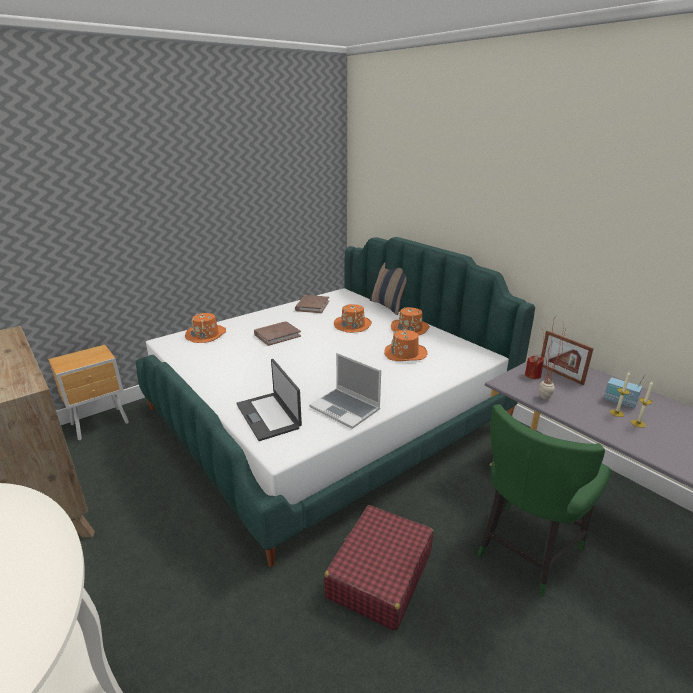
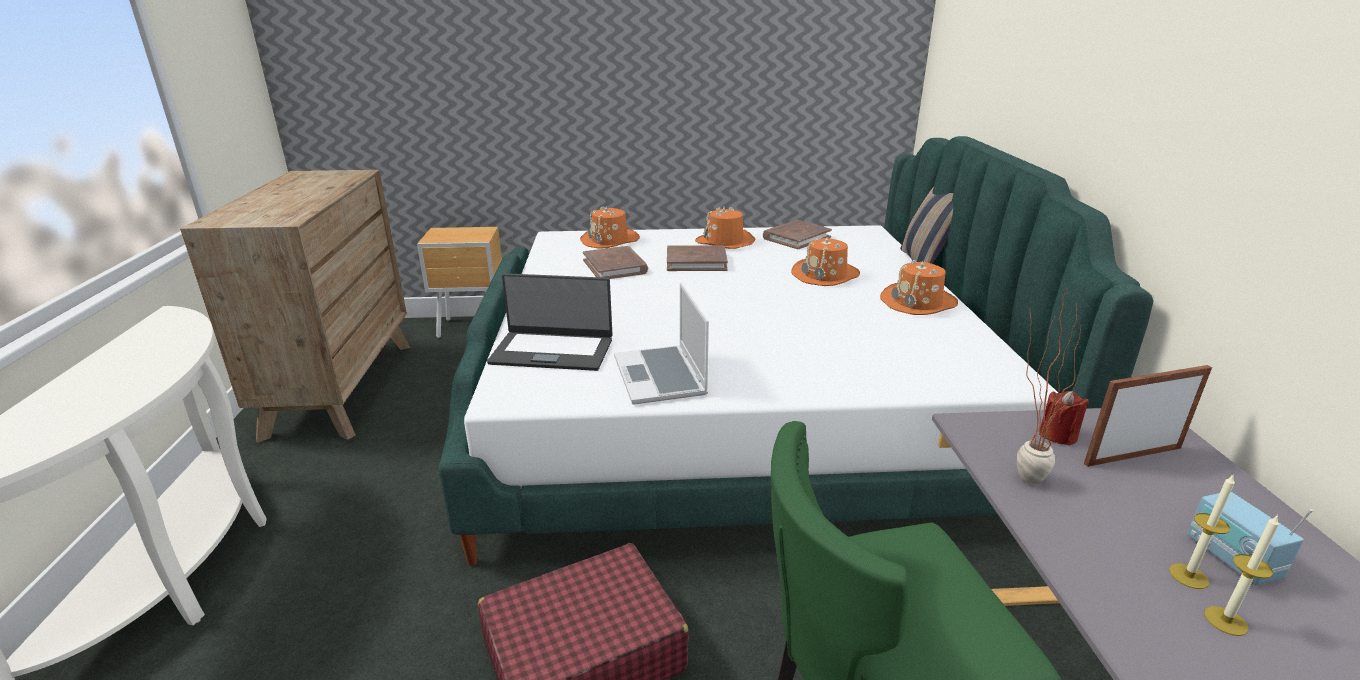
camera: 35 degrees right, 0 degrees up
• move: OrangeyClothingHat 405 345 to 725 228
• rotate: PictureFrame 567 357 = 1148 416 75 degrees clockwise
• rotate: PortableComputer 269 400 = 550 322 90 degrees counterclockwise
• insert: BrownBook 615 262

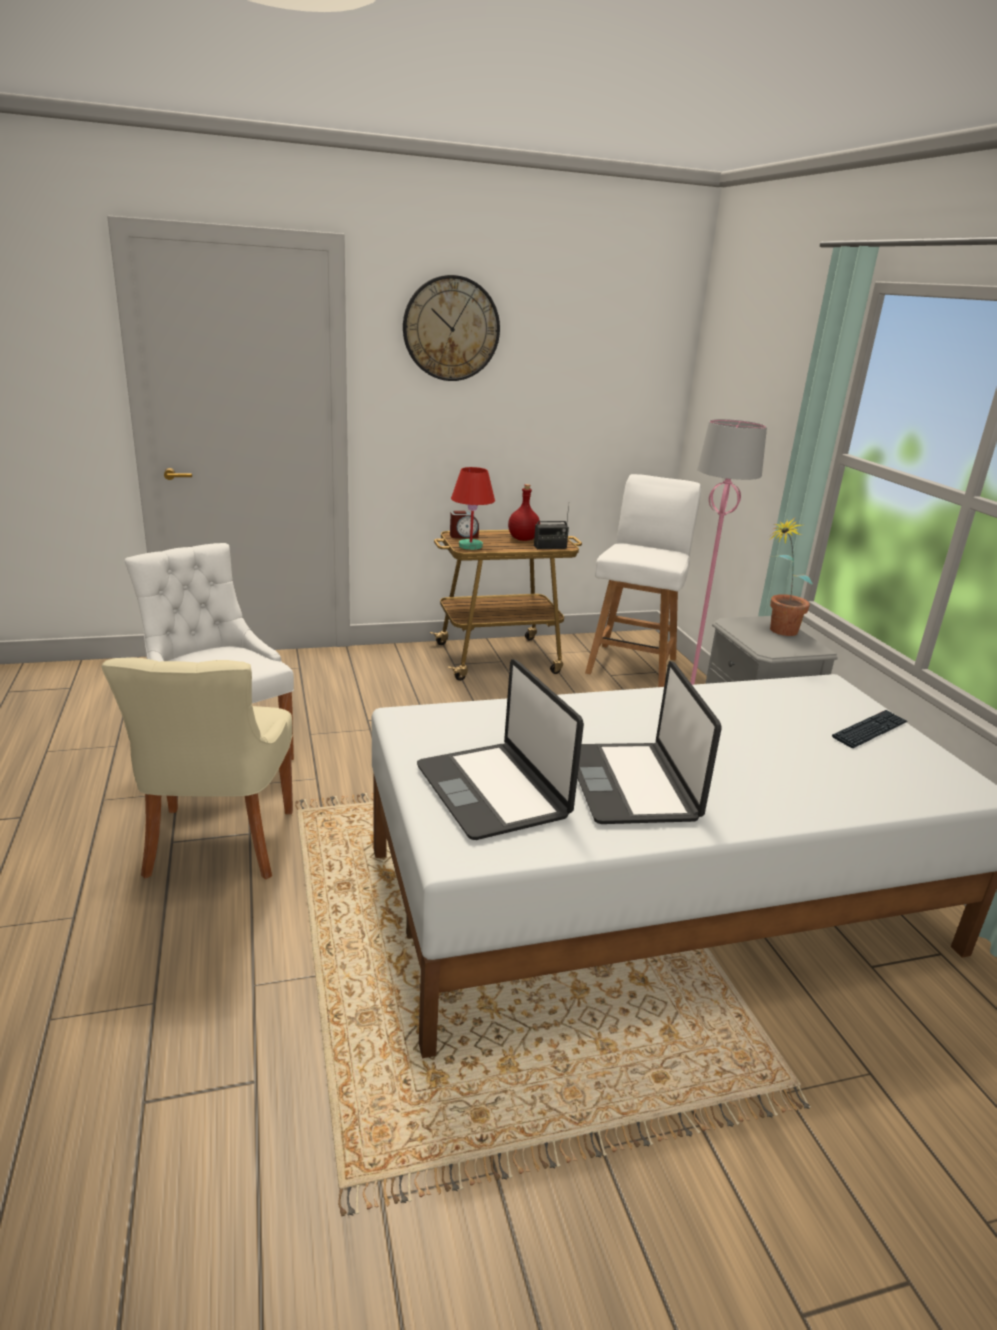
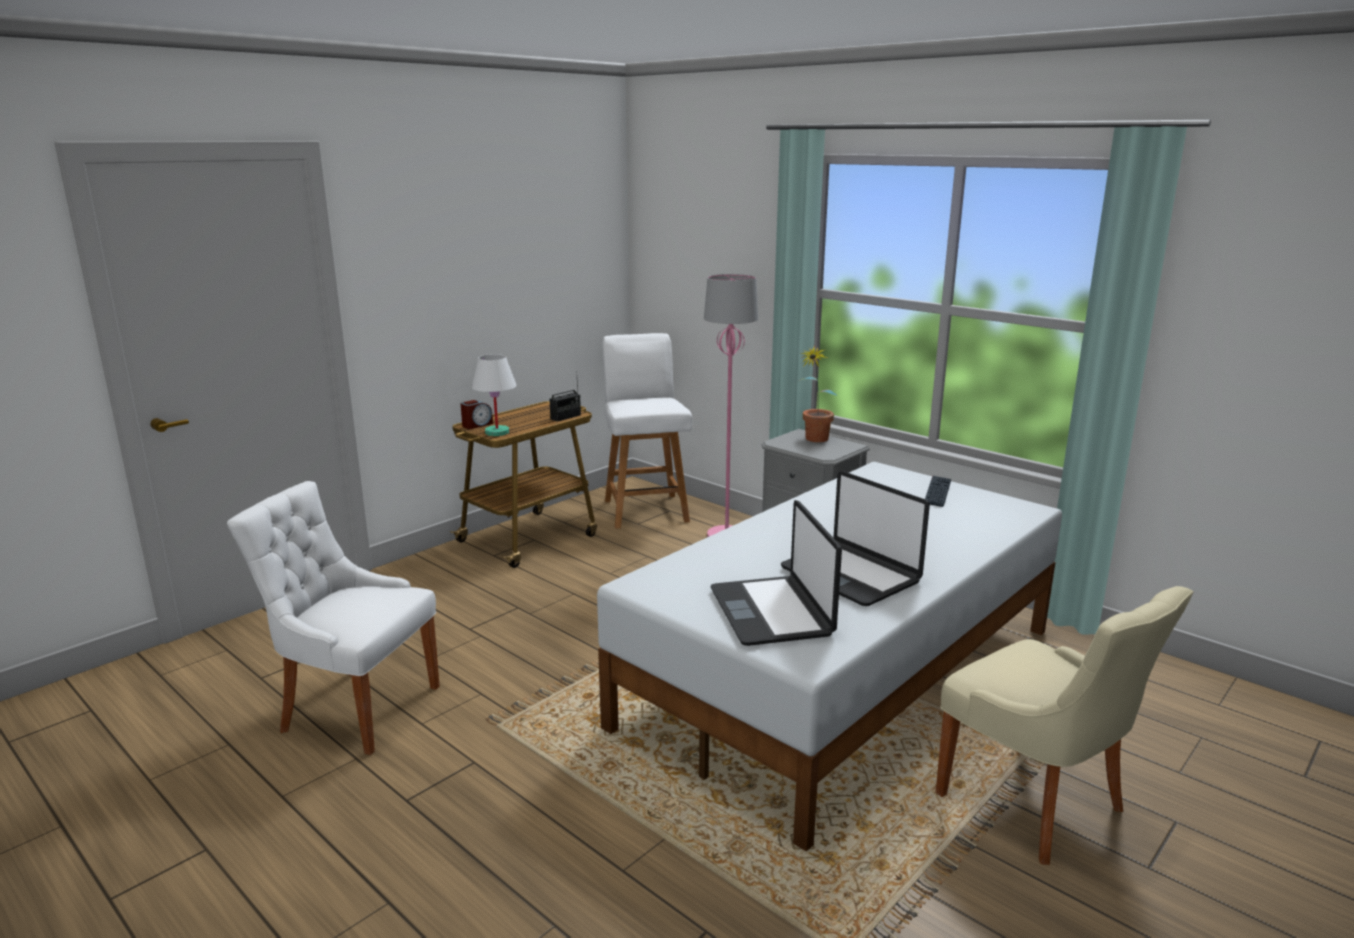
camera: 30 degrees left, 5 degrees down
• delete: HangingClock 451 328
• recolor: RedTabletopLamp 473 508 to WhitishTabletopLamp 494 395
• delete: RedBottle 524 512
• move: SandColouredUprightChair 197 768 to 1065 725
• rotate: PortableComputer 500 749 = 776 573 45 degrees clockwise

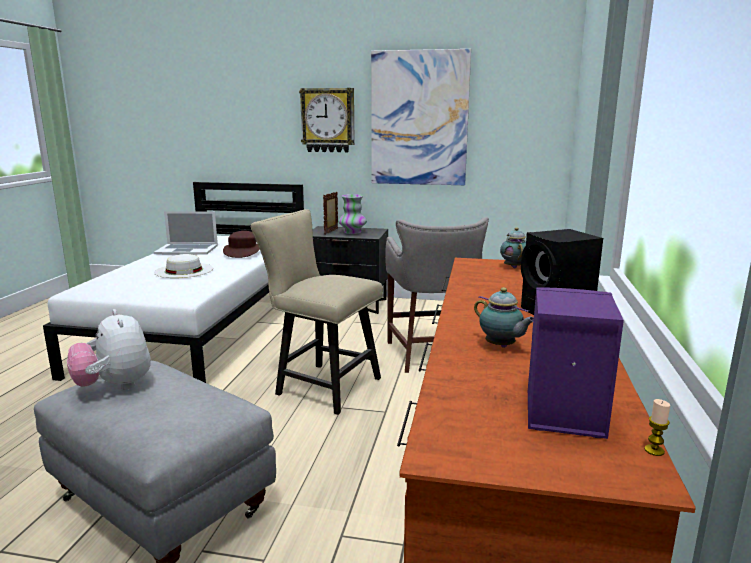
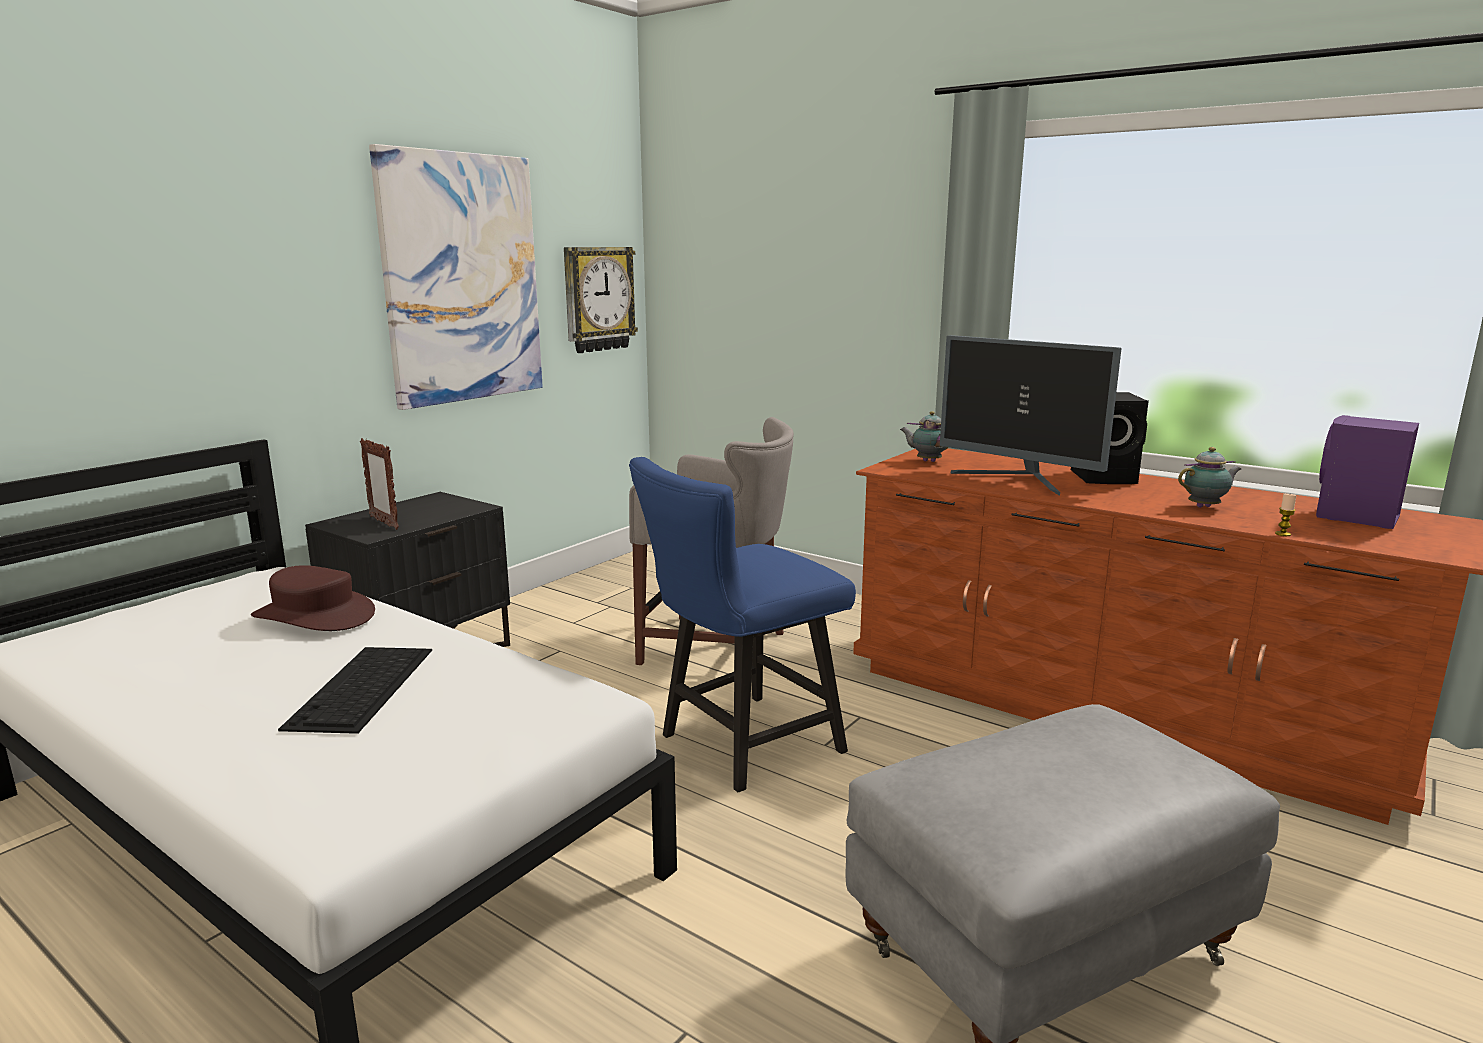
camera: 65 degrees left, 0 degrees up
• move: HangingClock 327 120 to 601 300
• delete: FlowerVase 352 214
• recolor: SandColouredUprightChair 317 312 to BlueColouredUprightChair 742 624
• delete: PortableComputer 186 233
• replace: WhitishClothingHat 183 266 to PcKeyboard 355 690
• delete: CuddlyToy 109 349
• move: Candle 657 427 to 1286 515
• insert: Monitor 1030 415

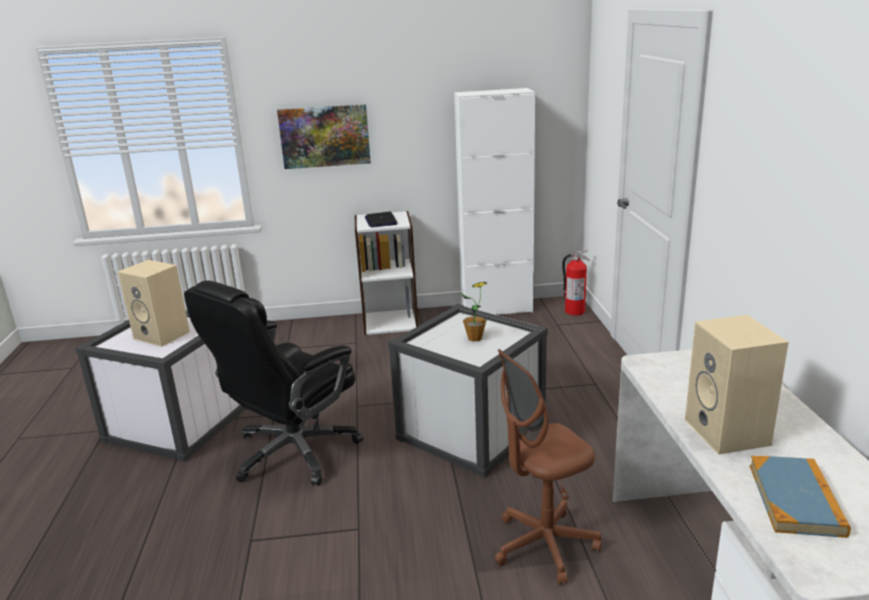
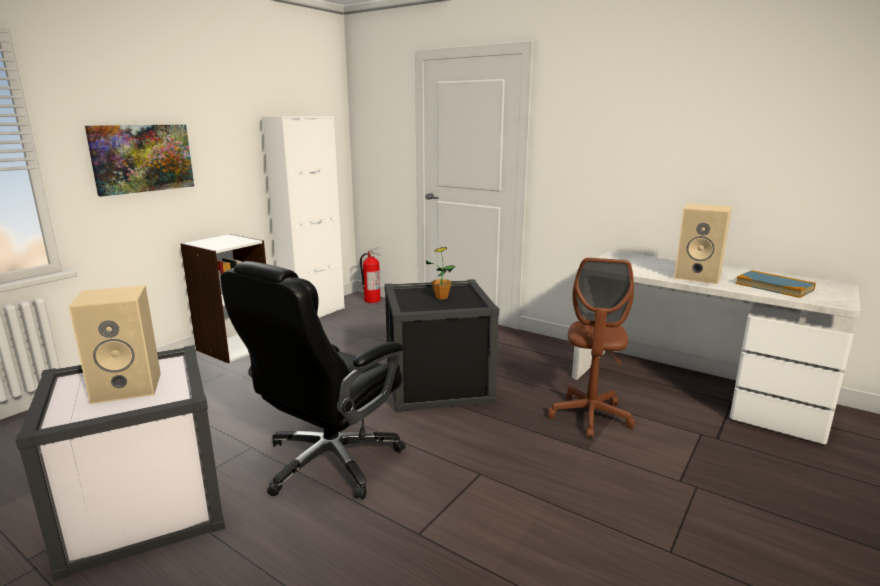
camera: 50 degrees left, 5 degrees down
• delete: PortableComputer 381 220
• rotate: BlackColouredDeskChair 273 383 = 313 380 45 degrees clockwise
• recolor: WhitishStorageBin 468 391 to BlackColouredStorageBin 441 346

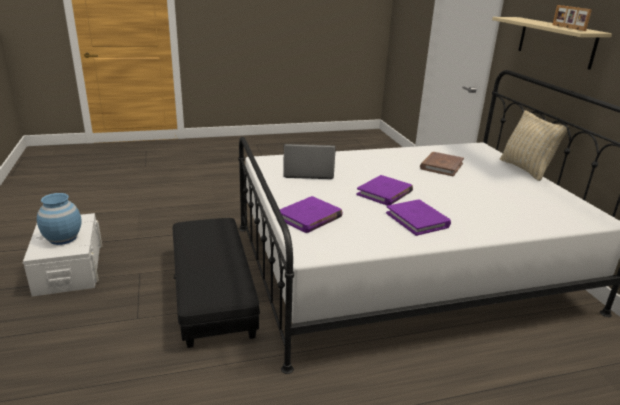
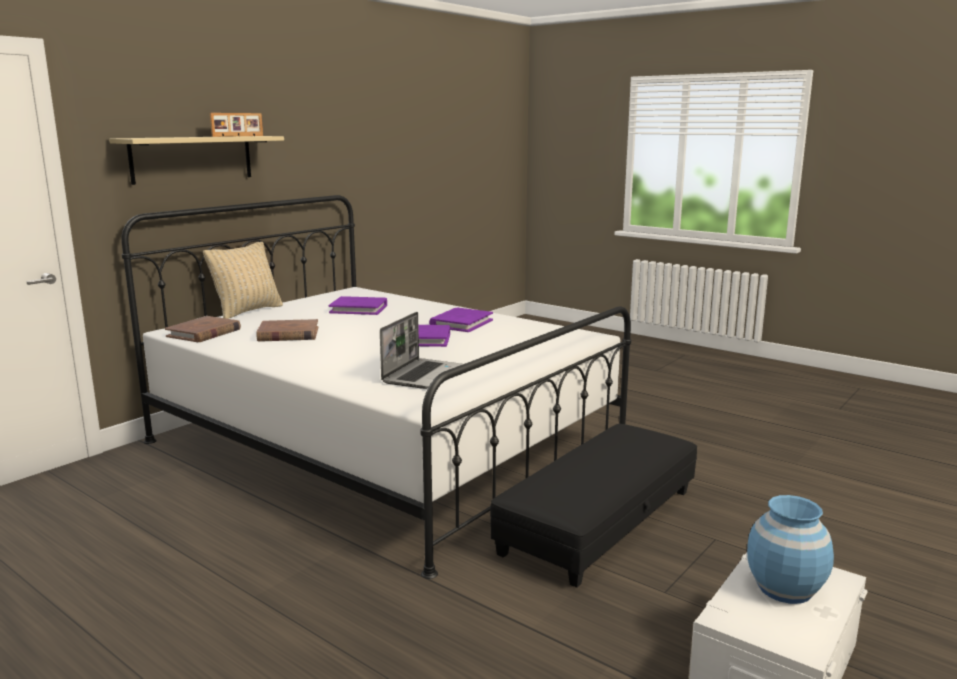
camera: 125 degrees left, 10 degrees down
• rotate: PortableComputer 309 161 = 421 350 120 degrees counterclockwise
• move: PurpleBook 311 214 to 358 305
• insert: BrownBook 203 329

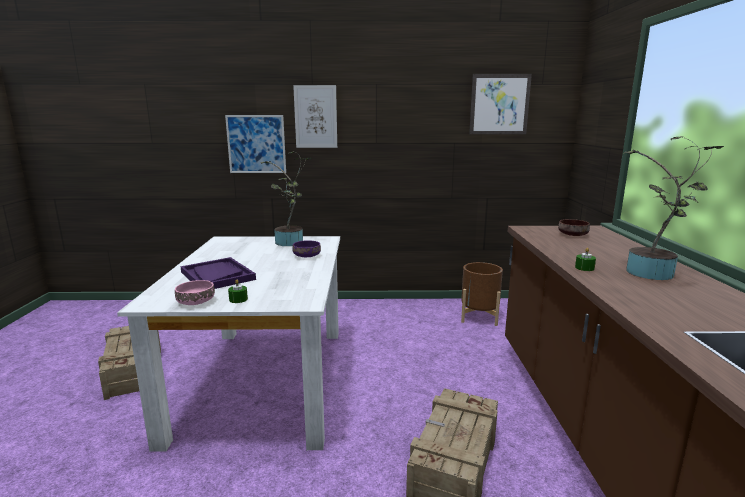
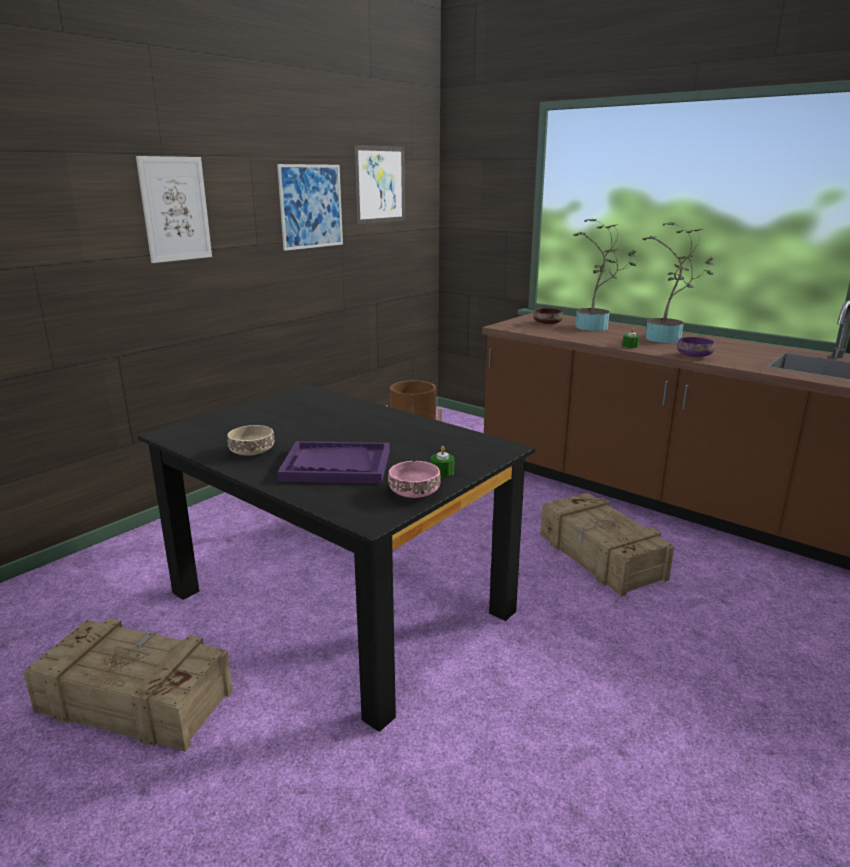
camera: 50 degrees left, 5 degrees up
• move: WallPicture 255 144 to 310 207
• move: PlantInAPot 286 198 to 604 274
• recolor: WhitishDiningTable 228 344 to BlackColouredDiningTable 336 558
• move: PurpleServingBowl 306 248 to 696 347
• insert: SandColouredServingBowl 251 440

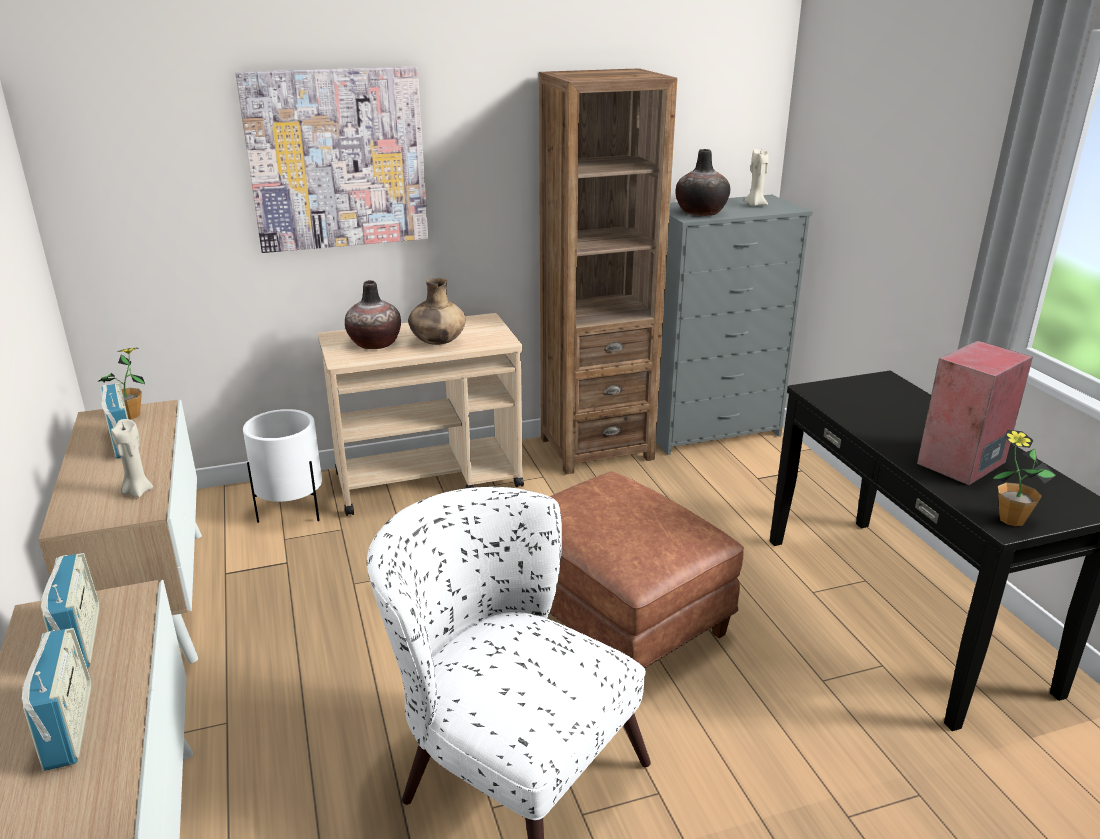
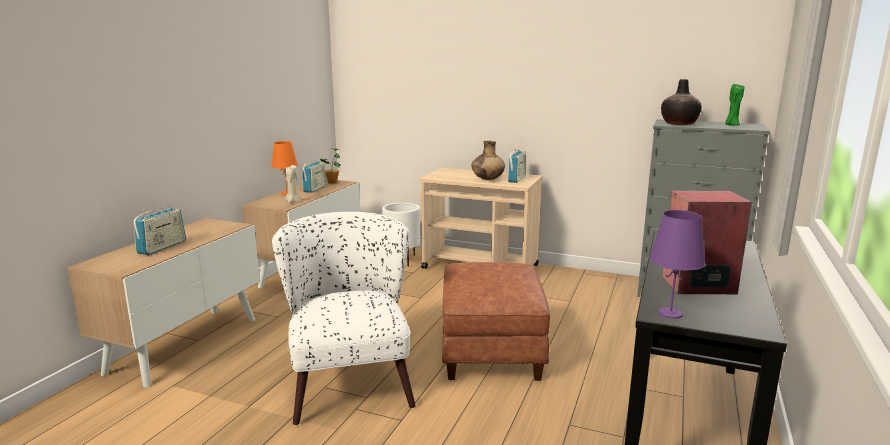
camera: 40 degrees right, 10 degrees down
• delete: WallPicture 331 160
• delete: BrownBookshelf 608 271
• recolor: SandColouredCandle 756 177 to GreenishCandle 734 104
• delete: FlowerVase 373 314
• replace: PlantInAPot 1024 478 to PurpleTabletopLamp 677 264
• move: RadioSet 70 610 to 517 166
• insert: OrangeyTabletopLamp 284 168

